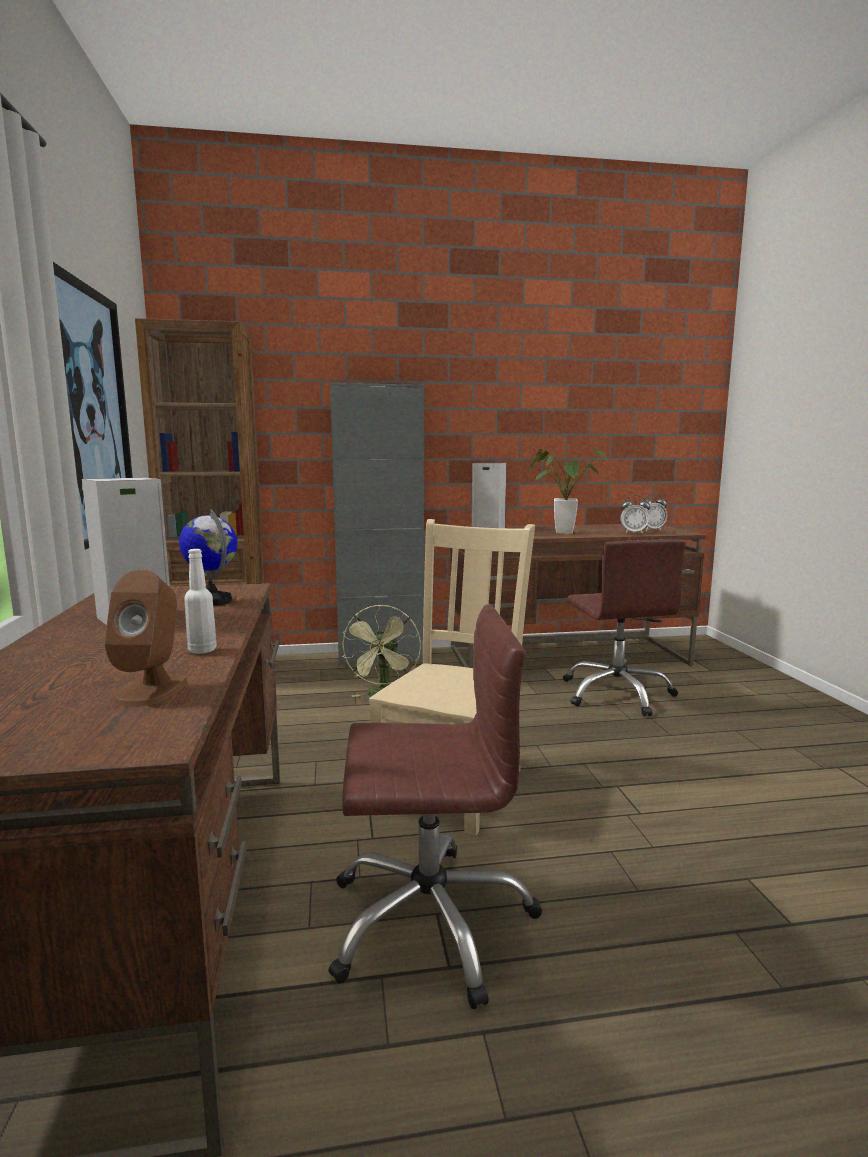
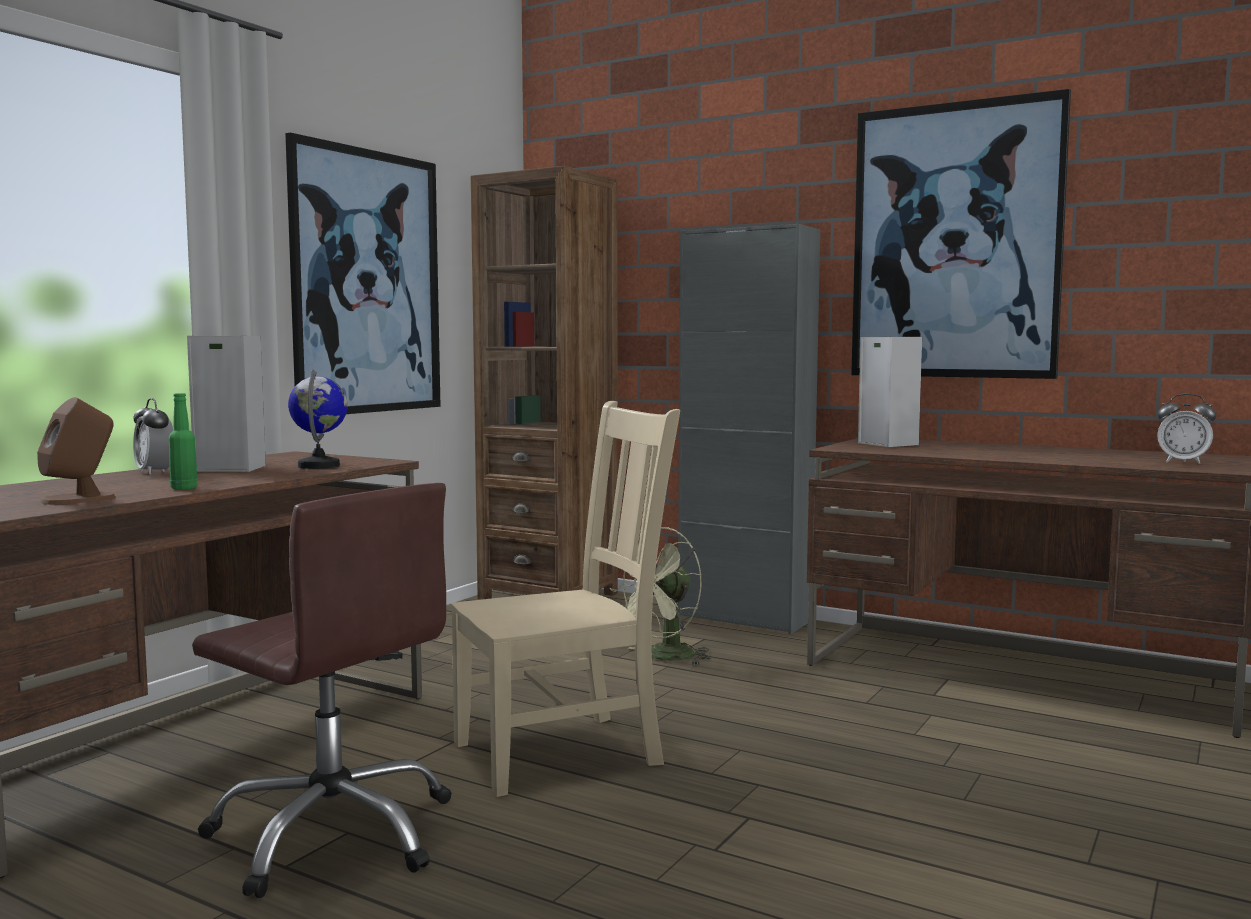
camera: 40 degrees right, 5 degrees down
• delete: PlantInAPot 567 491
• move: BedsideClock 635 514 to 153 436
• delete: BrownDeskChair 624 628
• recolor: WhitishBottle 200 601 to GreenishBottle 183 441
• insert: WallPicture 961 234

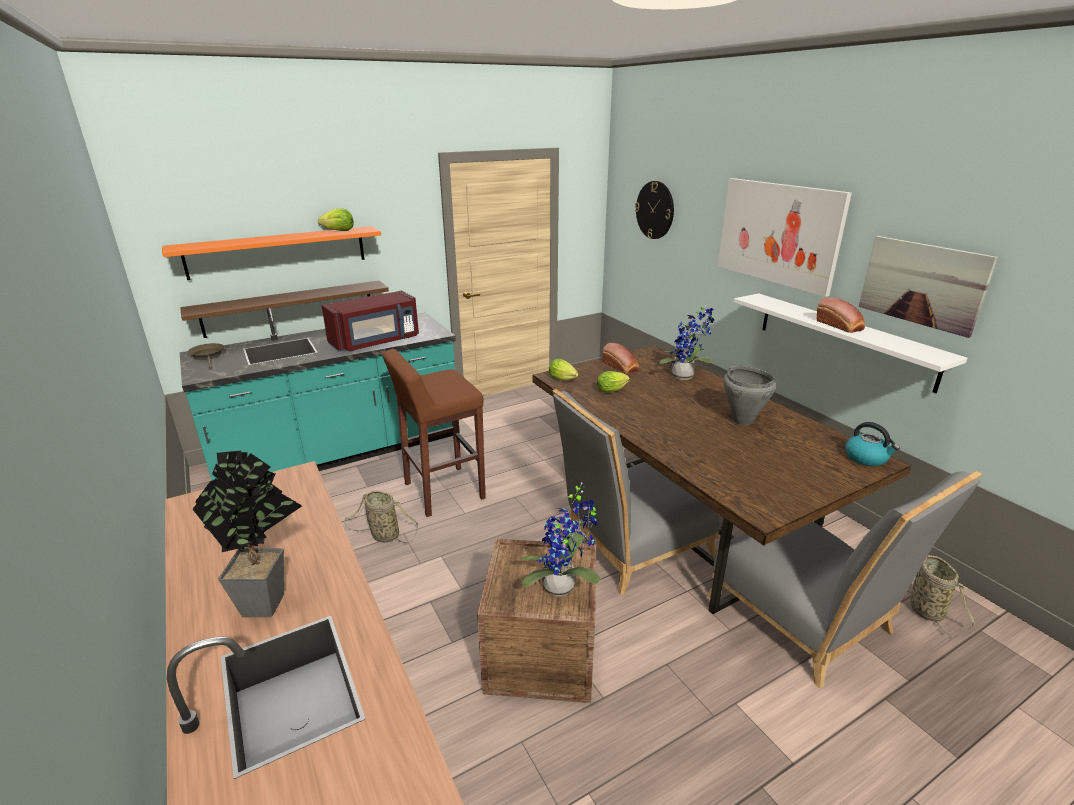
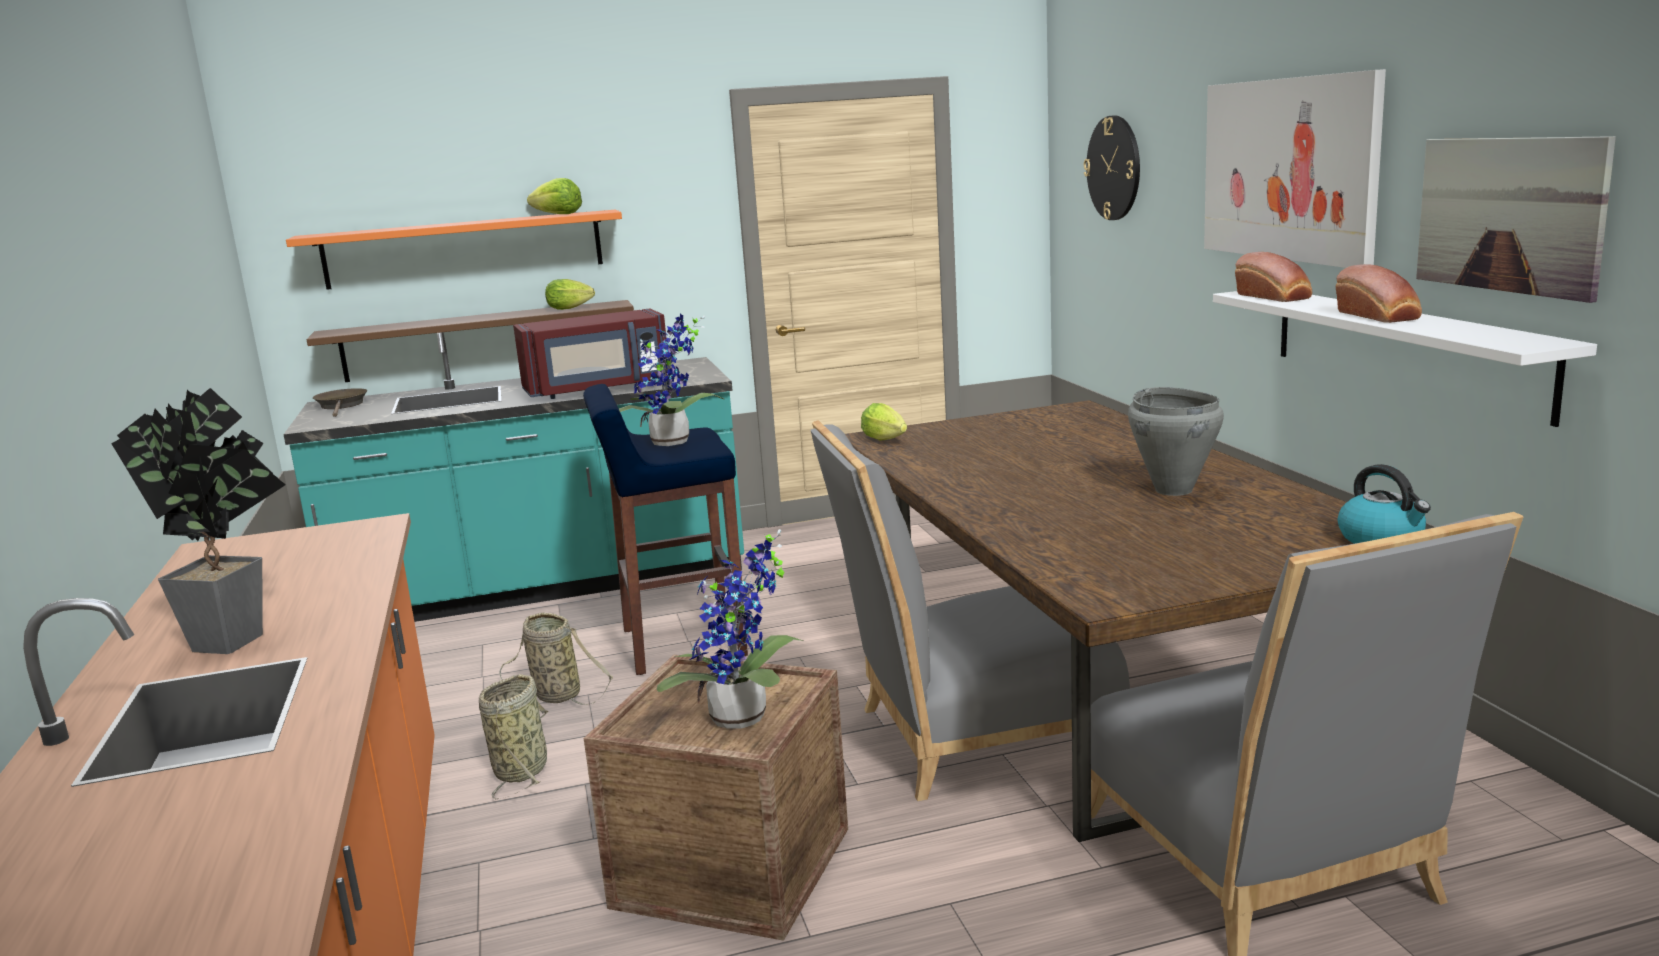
camera: 15 degrees right, 10 degrees down
• move: PlantInAPot 686 342 to 671 380
• move: BakeryBread 621 358 to 1273 277
• recolor: BrownStool 434 433 to BlueColouredStool 665 529
• move: LettuceHead 613 382 to 570 294
• move: StorageBasket 941 596 to 514 737

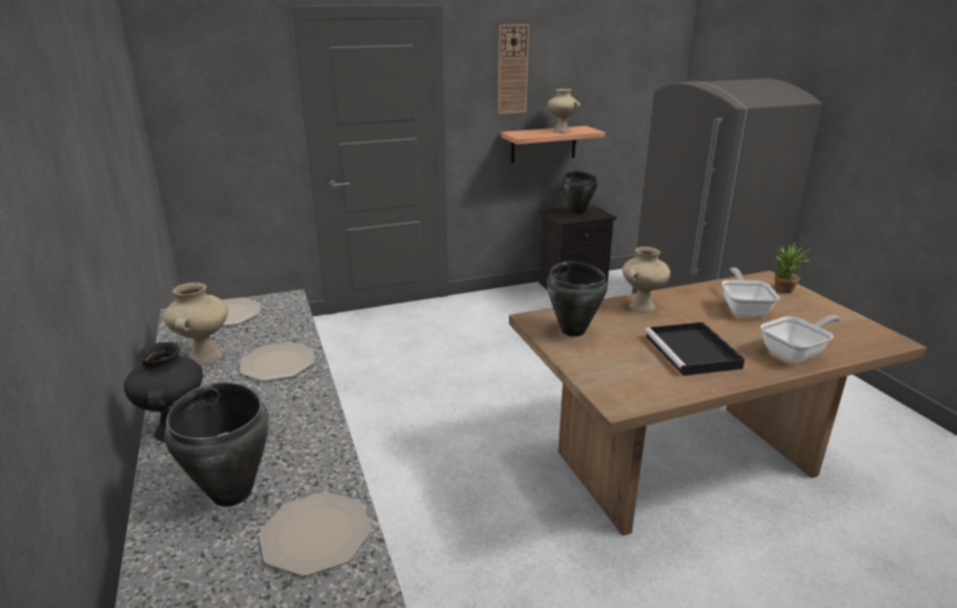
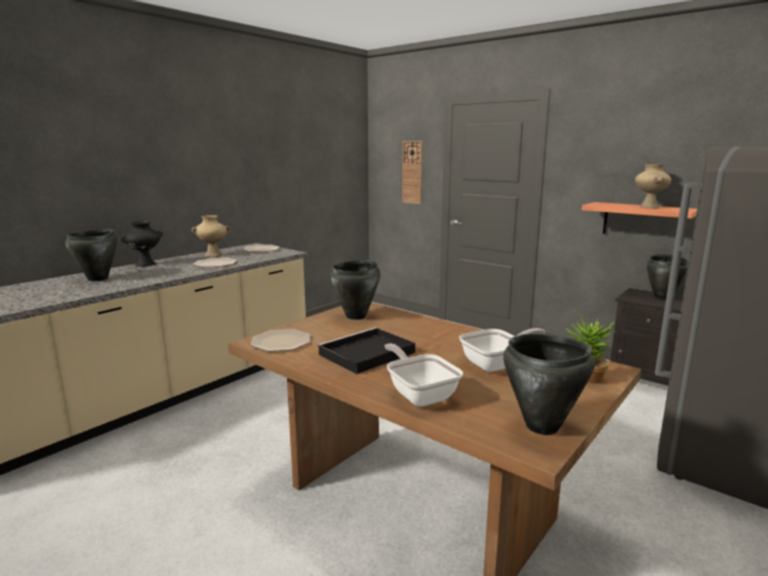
camera: 60 degrees right, 10 degrees down
• move: HangingClock 513 69 to 412 172
• delete: SandColouredFlowerVase 646 279
• rotate: Pan 801 339 = 423 375 150 degrees counterclockwise
• move: DinnerPlate 315 534 to 280 340
• insert: BlackColouredSaucepot 549 384

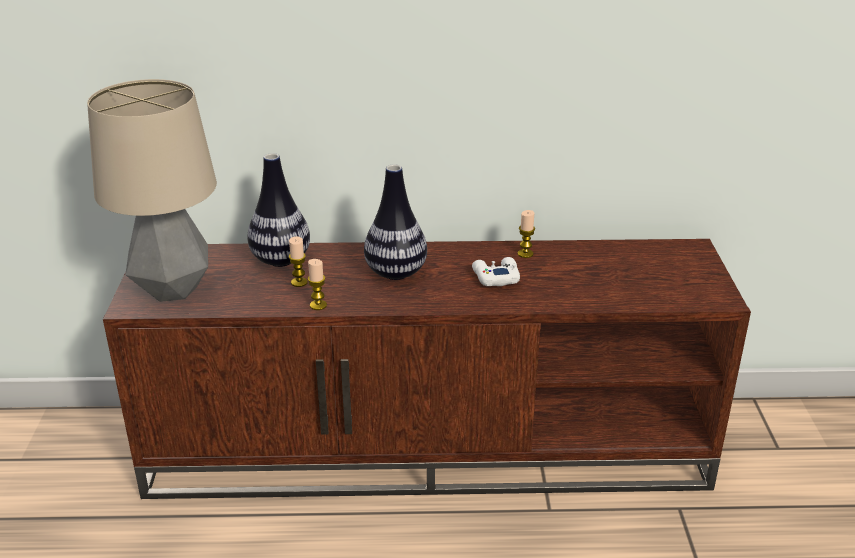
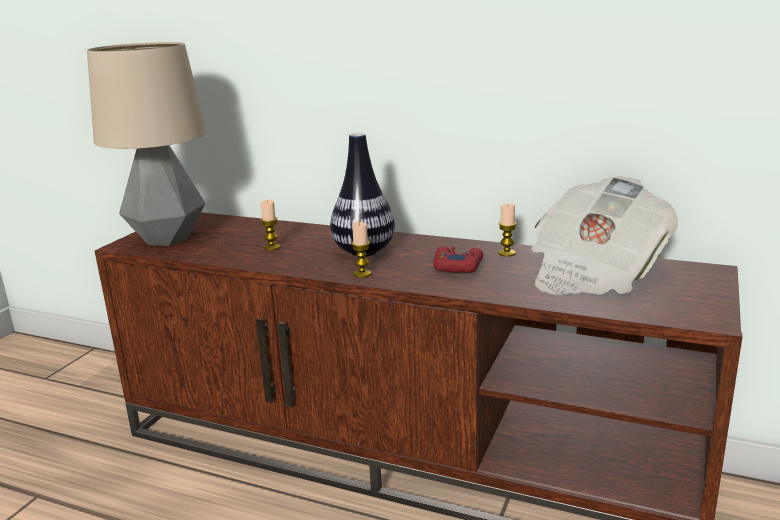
camera: 25 degrees right, 10 degrees down
• delete: FlowerVase 278 210
• recolor: WhitishGamepad 496 271 to RedGamepad 458 259
• move: Candle 317 284 to 361 250
• insert: Newspaper 604 235

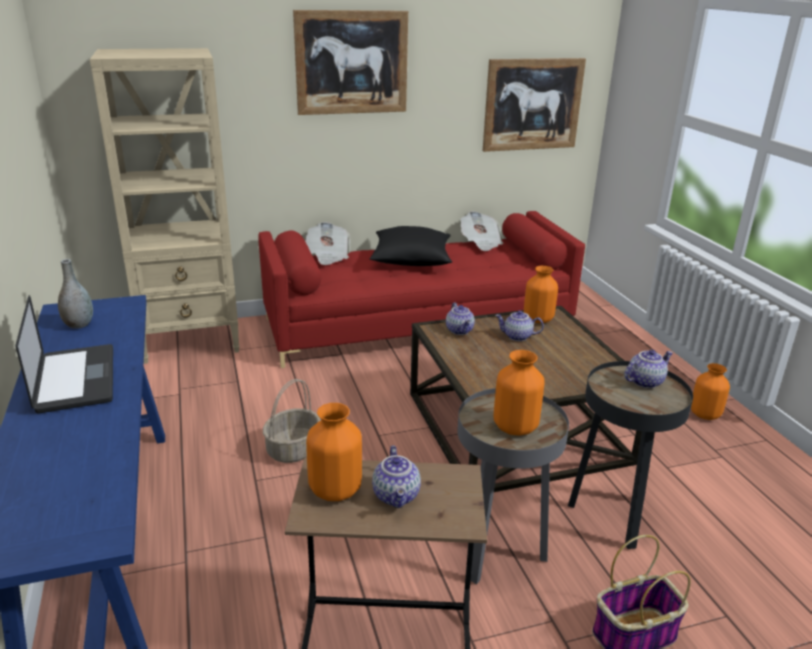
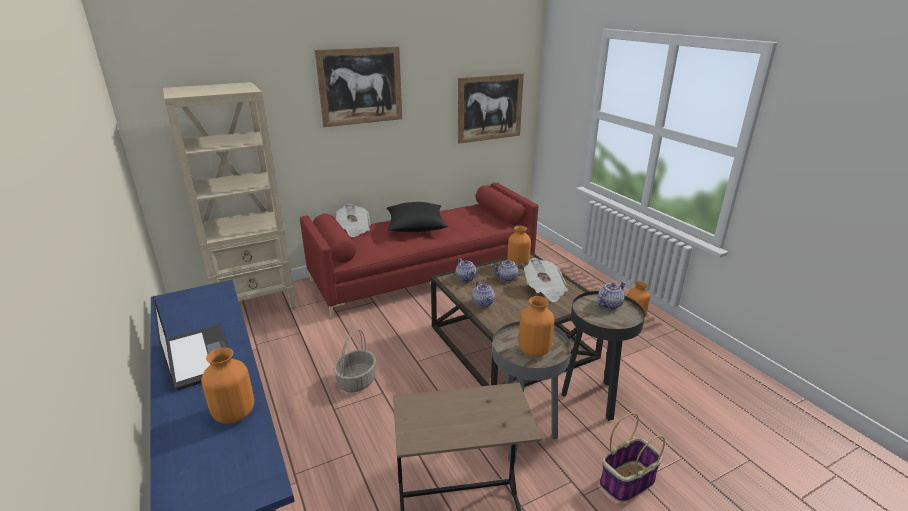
camera: 10 degrees left, 0 degrees up
• move: Newspaper 482 231 to 546 280
• delete: GrayFlowerVase 75 293
• move: OrangeyFlowerVase 334 452 to 227 386
• move: Teapot 396 477 to 483 294

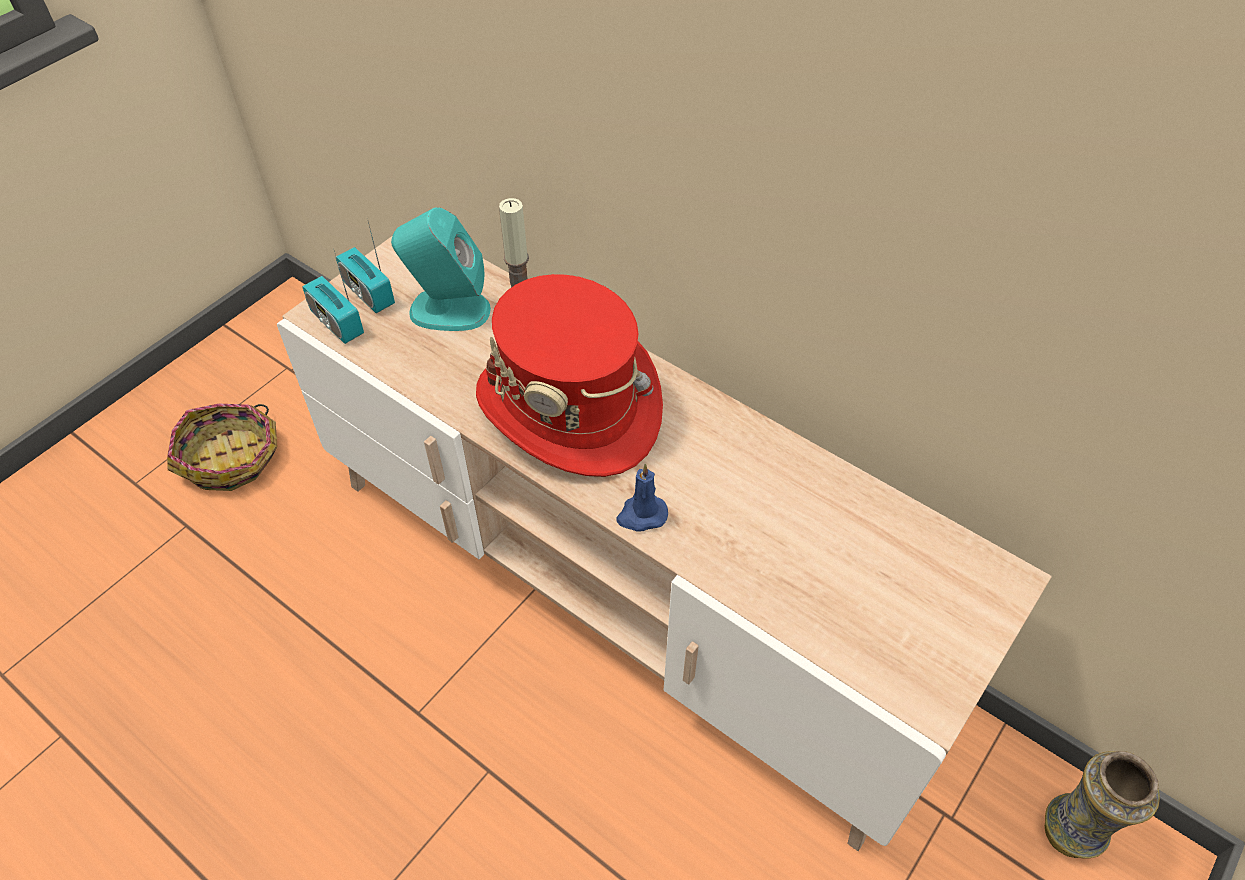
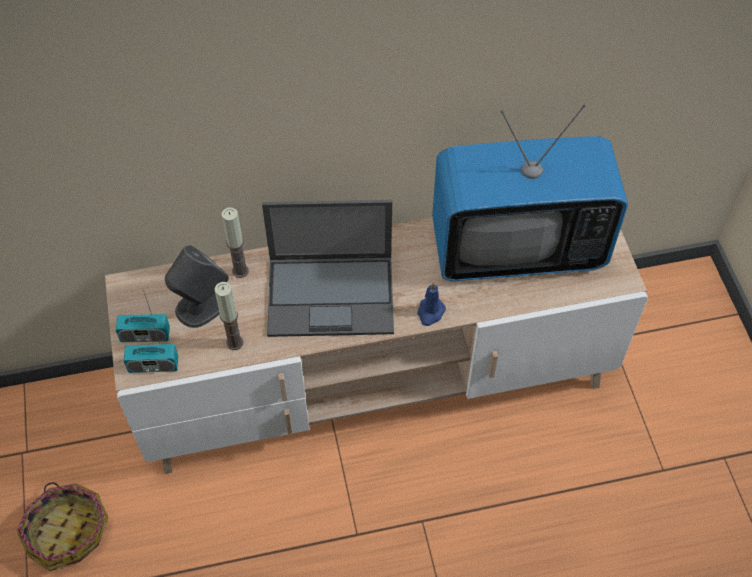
camera: 50 degrees left, 5 degrees up
• recolor: TurquoiseColouredSpeaker 441 269 to GraySpeaker 197 286
• replace: RedClothingHat 569 375 to PortableComputer 328 268
• delete: FlowerVase 1102 805
• insert: Television 530 192
• insert: Candle 229 316

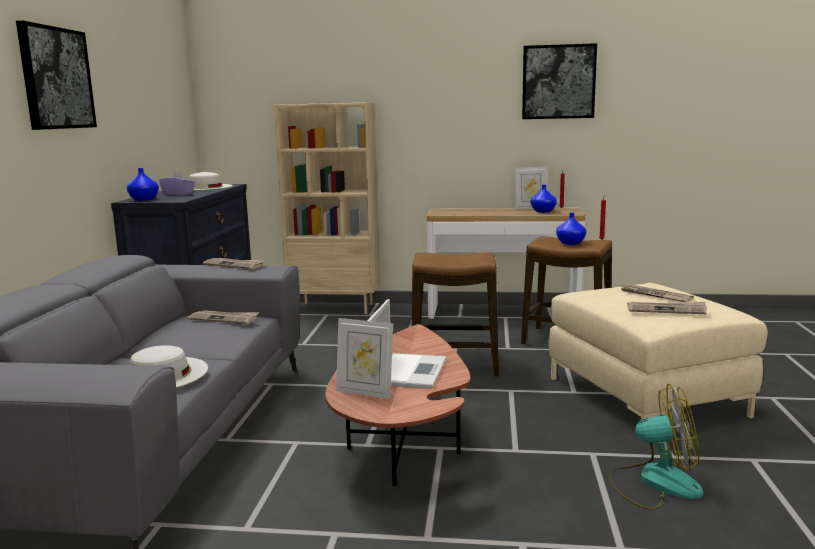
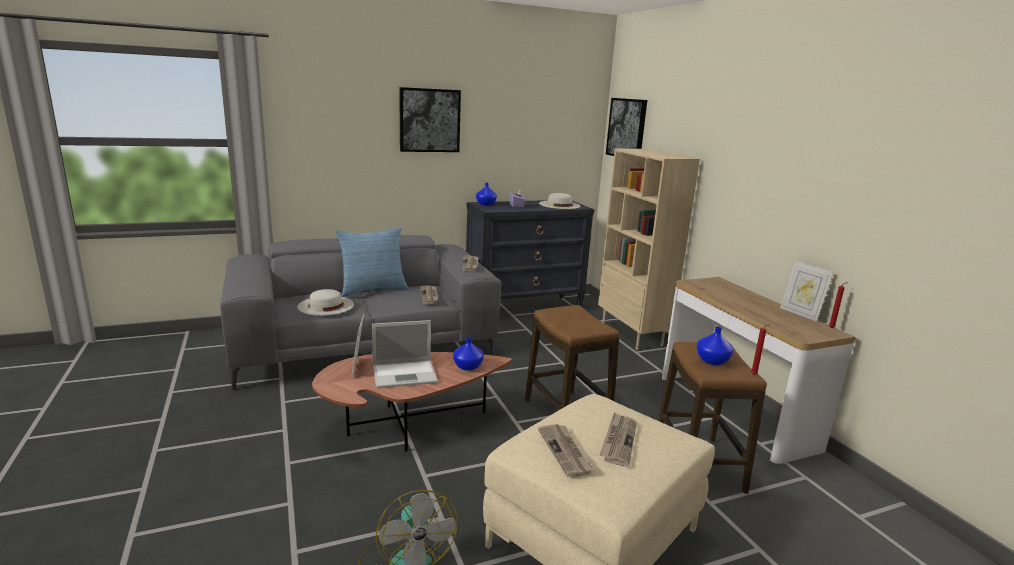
camera: 60 degrees right, 5 degrees up
• move: WallPicture 559 81 to 626 127
• move: BlueColouredFlowerVase 544 199 to 468 354
• insert: Pillow 372 262

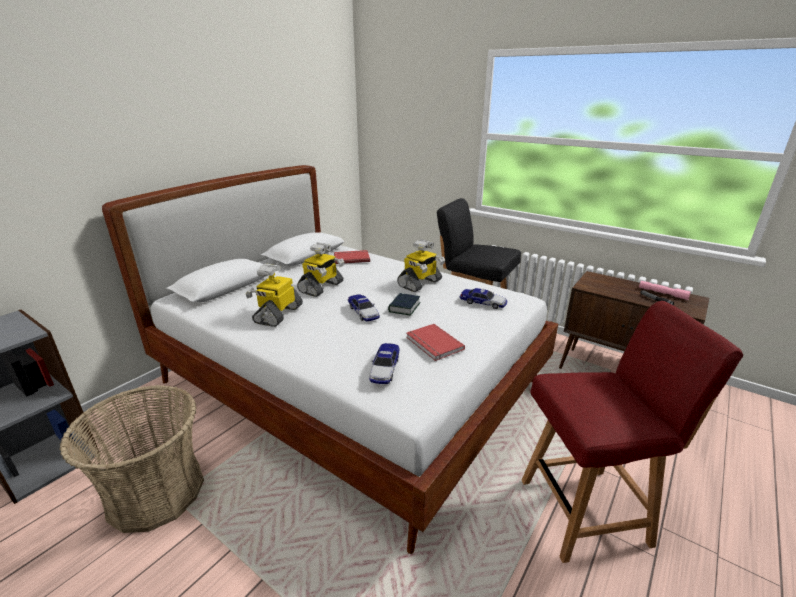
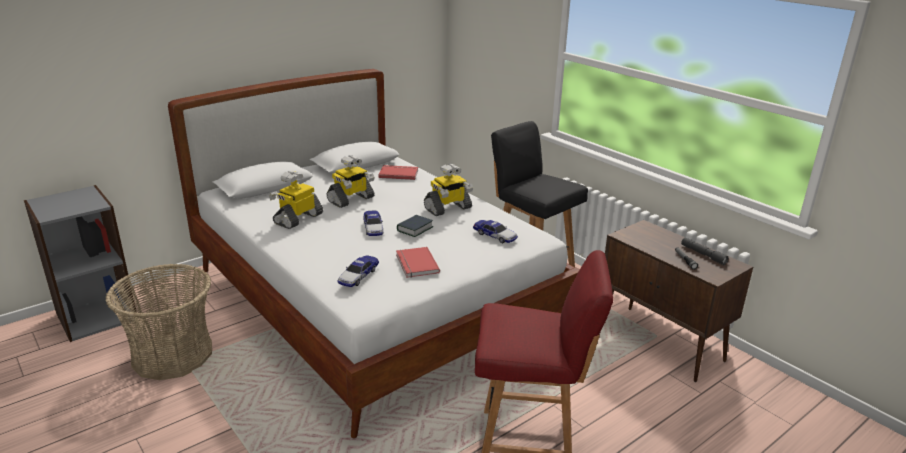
camera: 15 degrees right, 0 degrees up
• recolor: PinkishHandTorch 665 290 to GrayHandTorch 705 251

